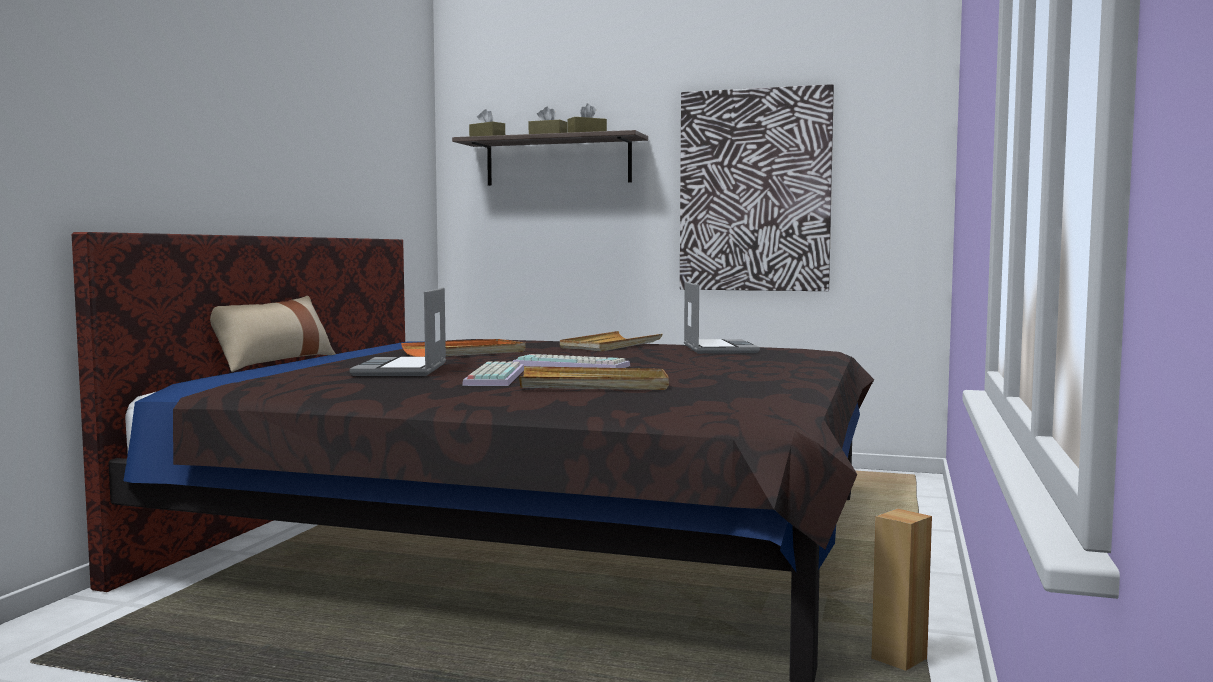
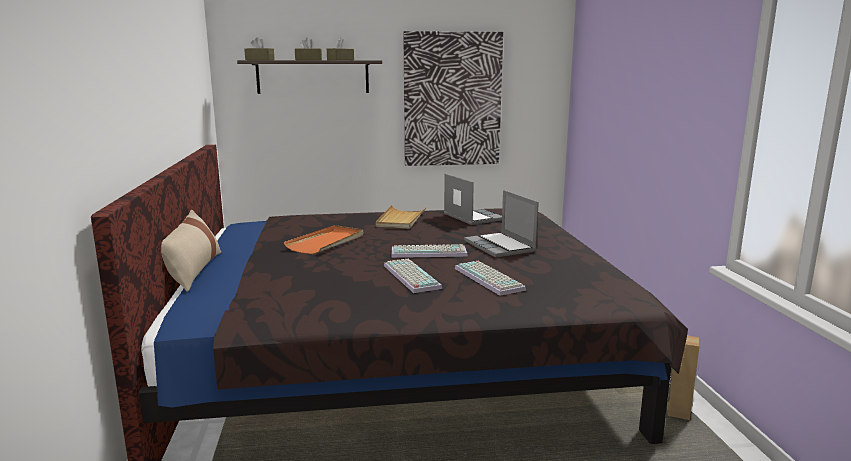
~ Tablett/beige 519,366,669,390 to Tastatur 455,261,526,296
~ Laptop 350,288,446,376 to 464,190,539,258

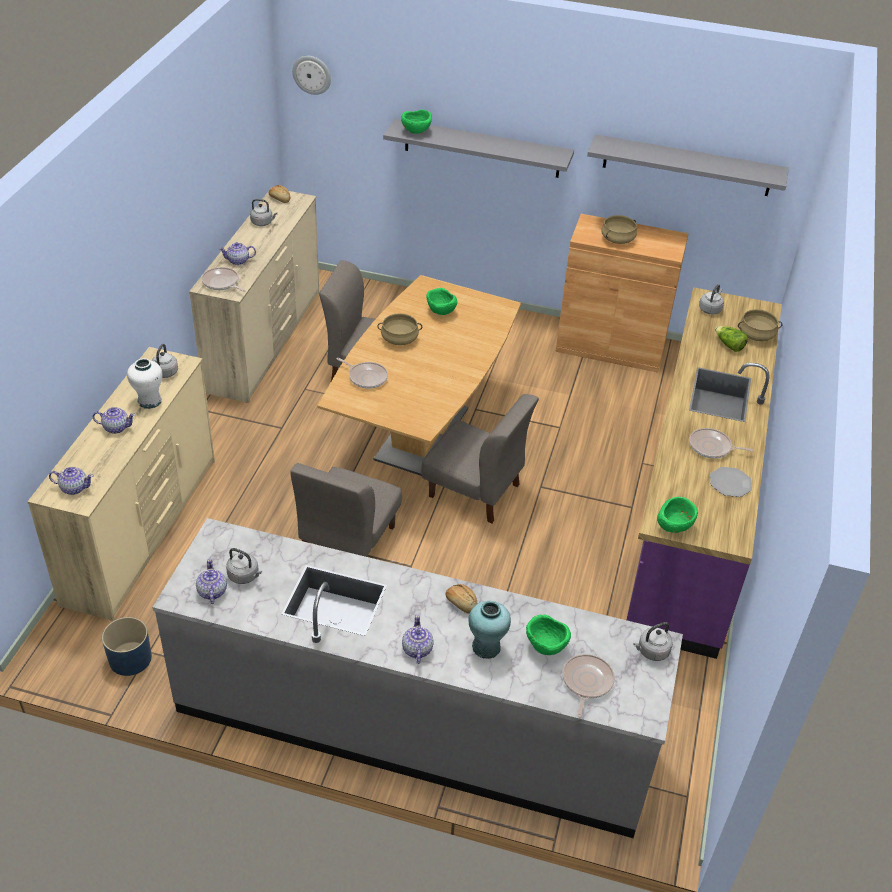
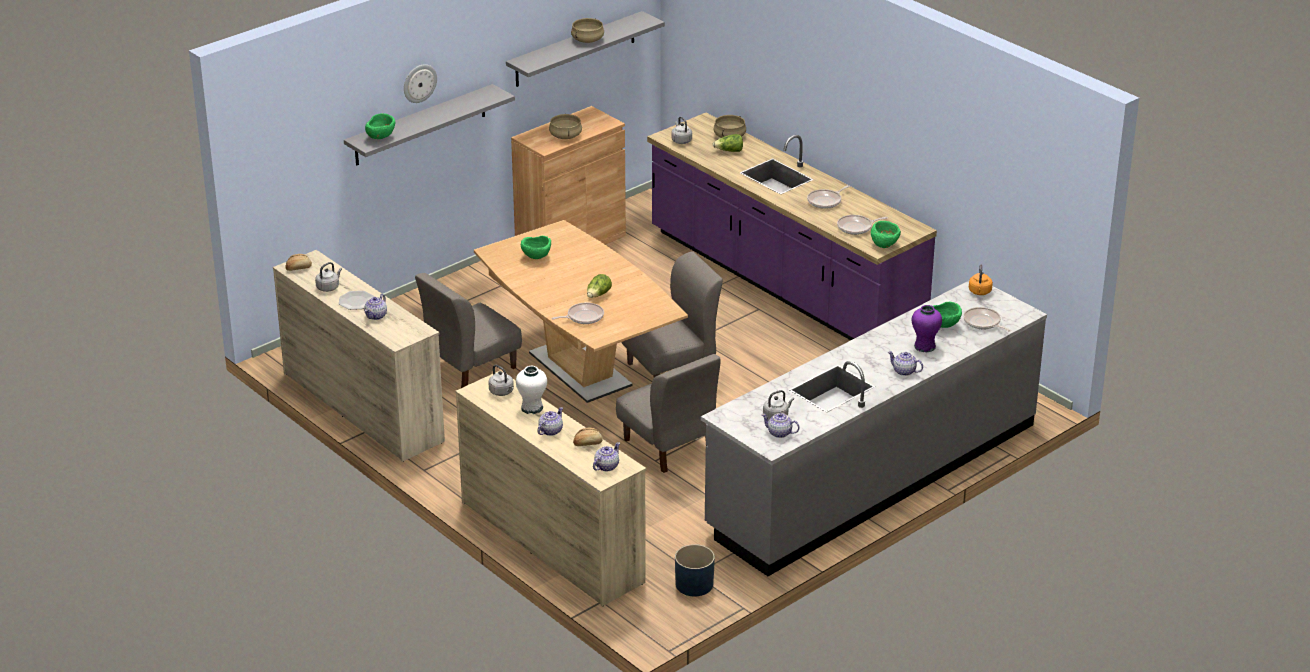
~ Teller 710,467,752,497 to 339,291,374,310
~ Wanduhr 292,56,331,95 to 404,64,437,103
~ Kochtopf/beige 377,313,422,345 to 571,18,604,43
~ Brot 446,584,478,614 to 573,428,603,446
+ Salatkopf 587,274,612,298
~ Pfanne 201,267,246,292 to 837,215,888,235
~ Vase/türkis 468,601,511,659 to Vase/lila 912,305,942,352
~ Wasserkessel/grau 633,622,673,661 to Wasserkessel/orange 969,264,993,295

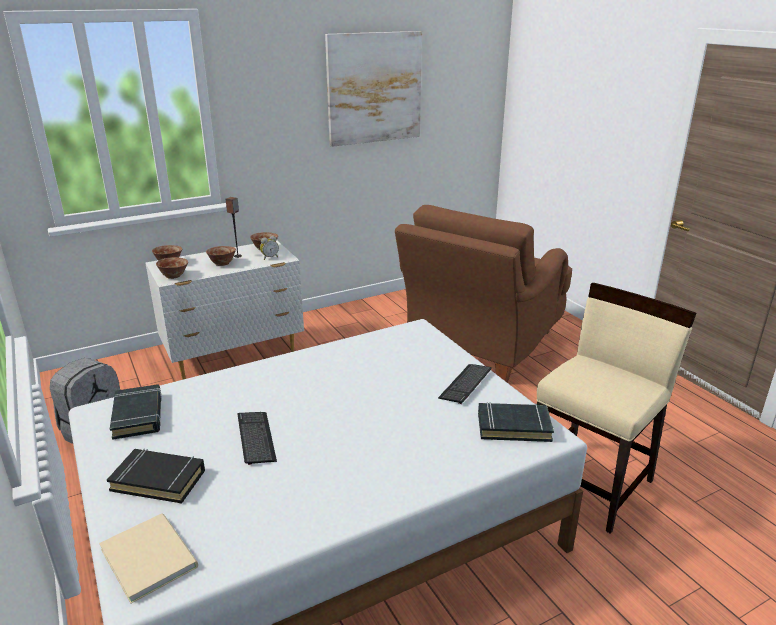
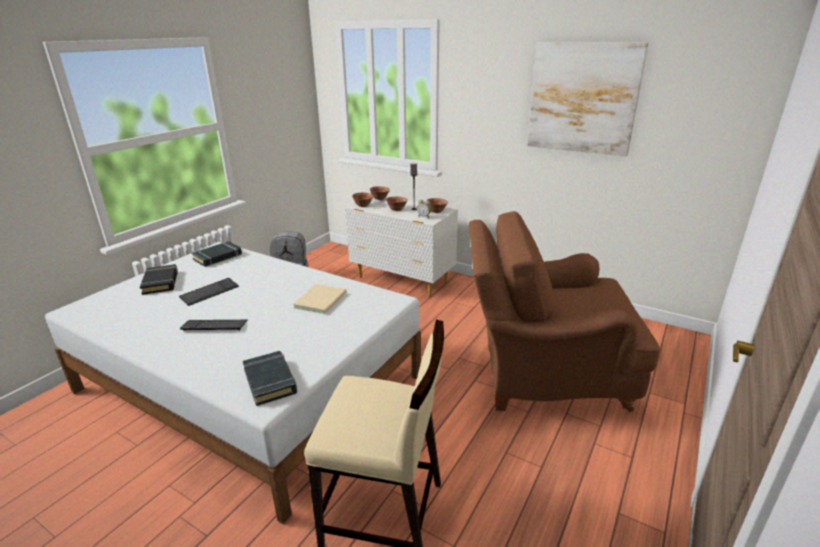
~ Tastatur 438,364,492,404 to 180,320,247,331
~ Buch/beige 99,513,198,603 to 293,284,347,314

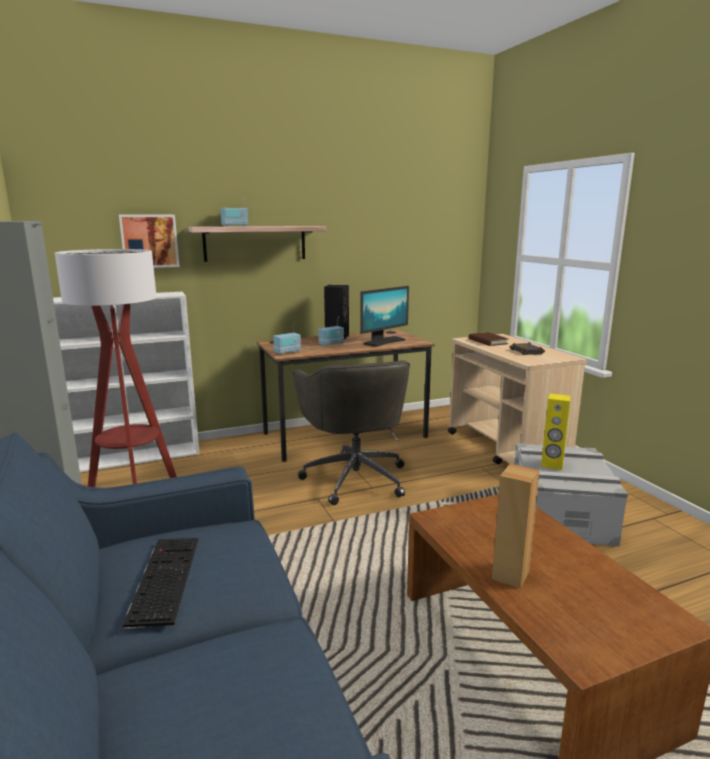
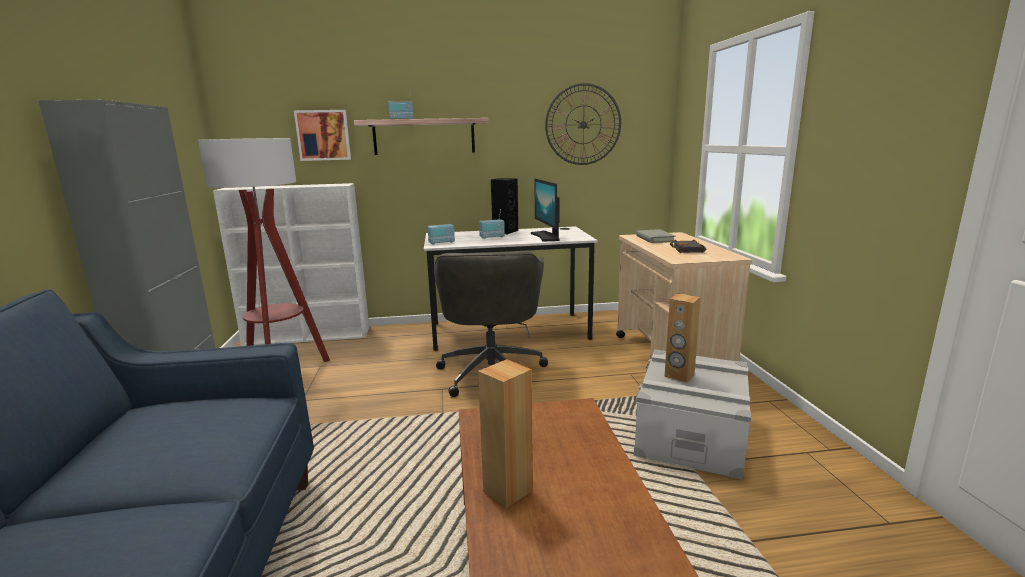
~ Schreibtisch/braun 256,330,435,462 to Schreibtisch/weiß 424,226,598,351
~ Monitor 360,286,409,347 = 531,178,560,242 105 degrees clockwise
+ Wanduhr 545,83,621,165
~ Buch/braun 469,332,508,346 to Buch/grau 636,229,676,243
~ Lautsprecher/gelb 541,393,570,470 to Lautsprecher/braun 664,293,700,383
- Tastatur 123,538,199,629

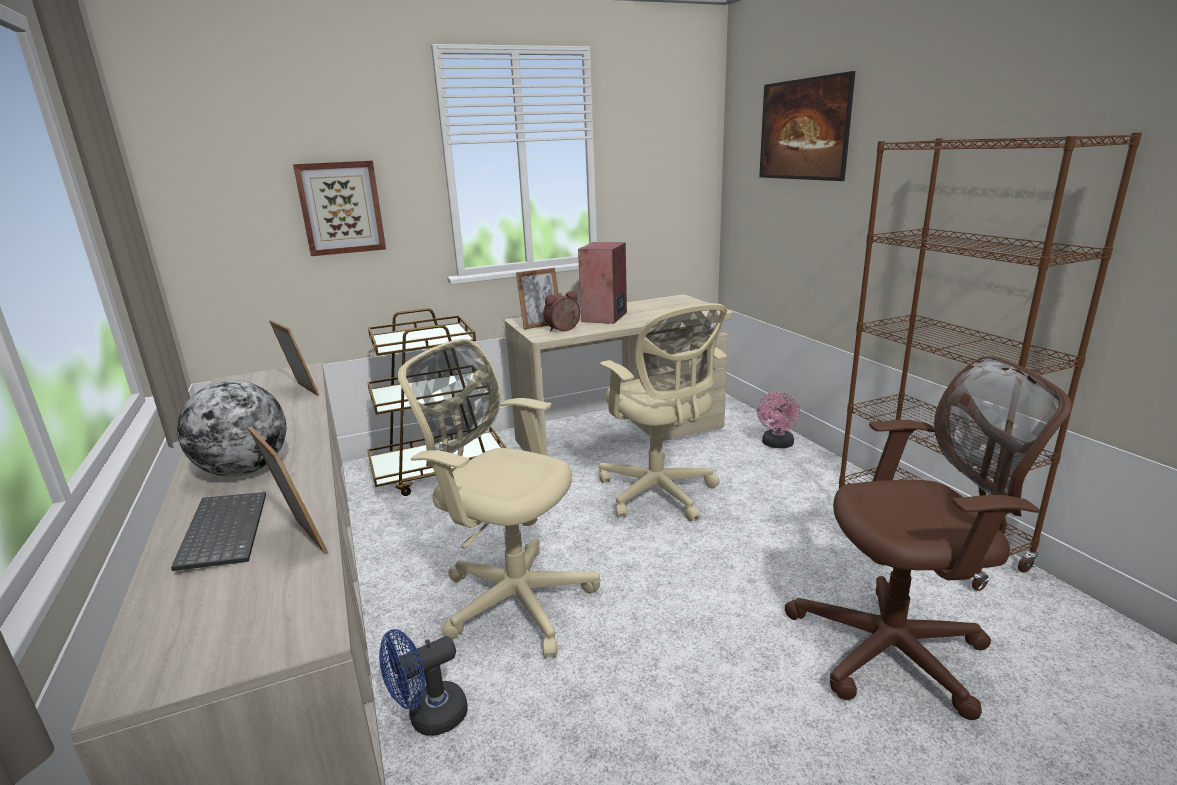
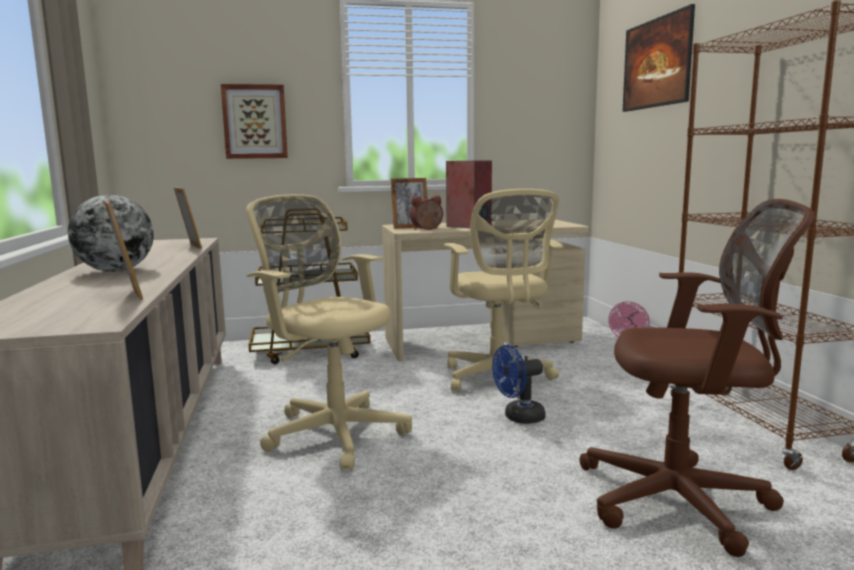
~ Ventilator/blau 379,629,468,736 to 492,345,546,424
- Tastatur 171,492,266,571

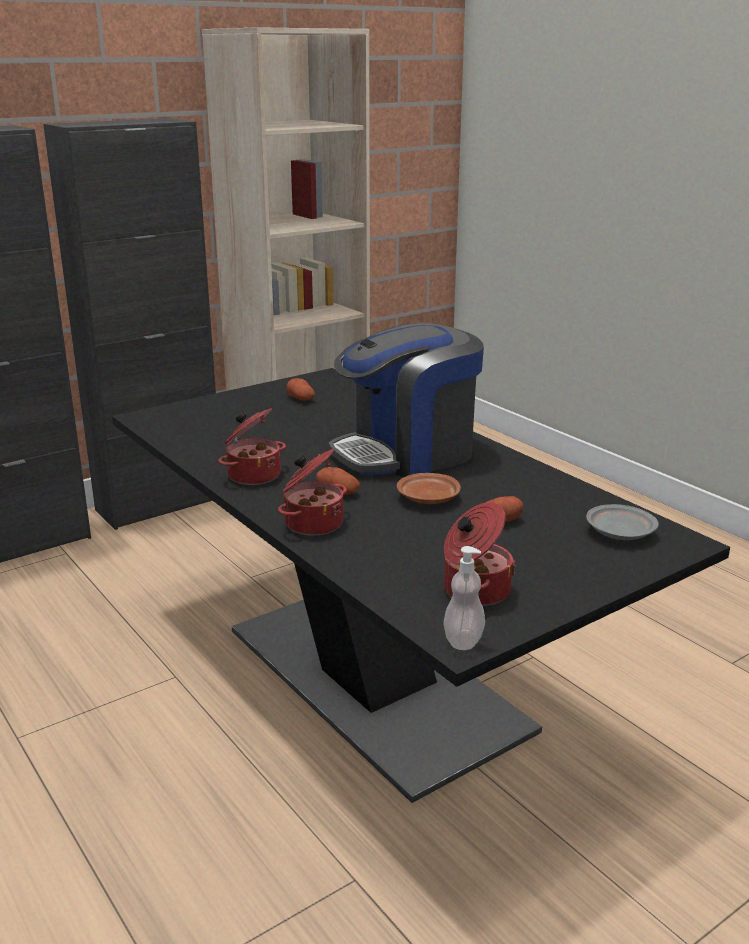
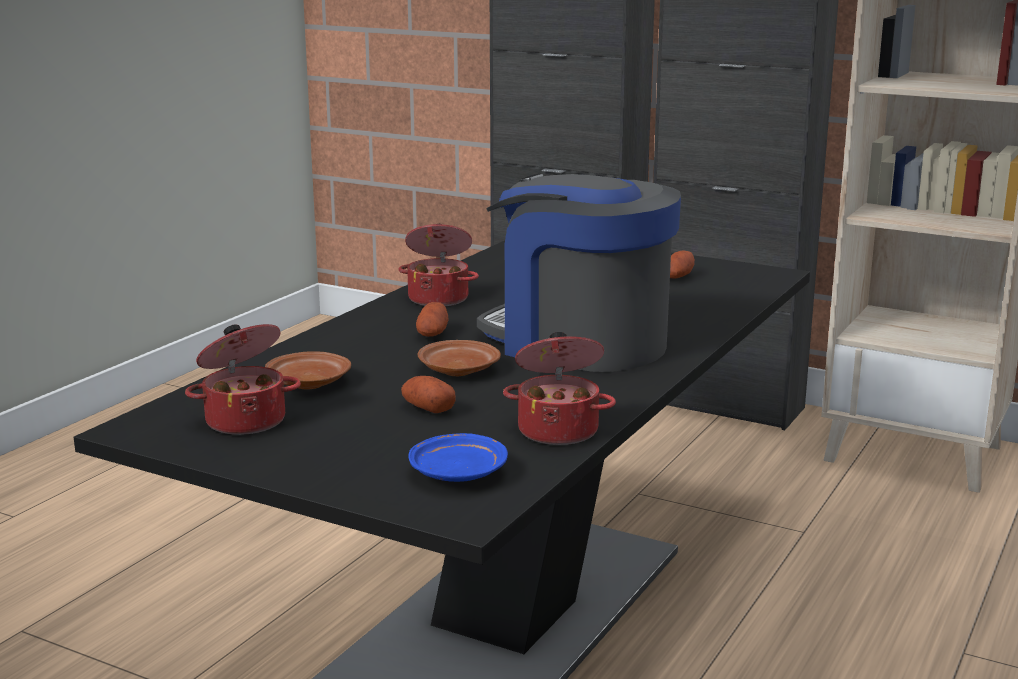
+ Teller/braun 265,352,351,389
~ Teller/grau 586,504,659,540 to Teller/blau 408,433,508,482
~ Kochtopf 278,449,347,536 to 503,332,616,445
- Seifenspender 443,546,485,650

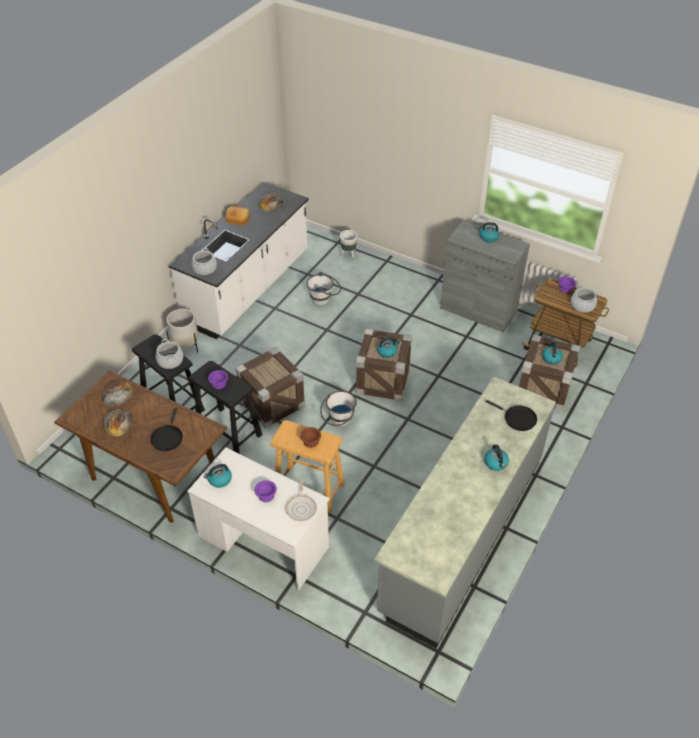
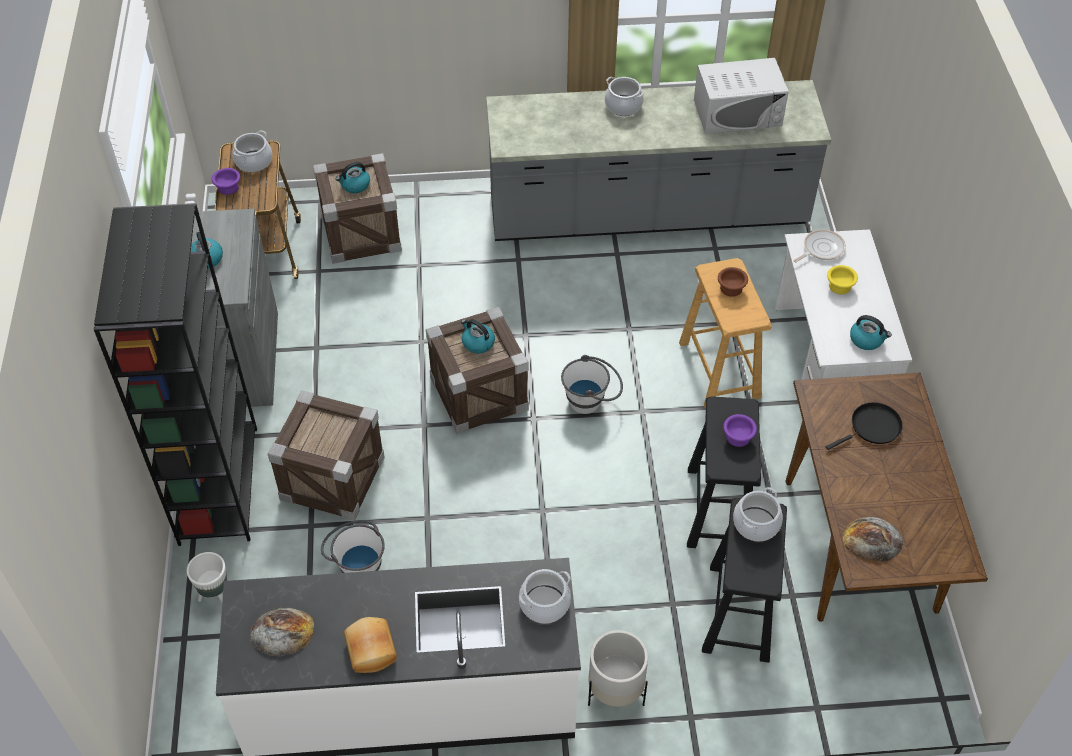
+ Bücherregal/schwarz 94,203,257,546
~ Kiste 235,347,305,429 to 267,391,385,521
~ Wasserkessel 484,444,509,471 to Kochtopf 605,77,644,116
+ Mikrowelle/weiß 694,58,789,134
~ Schüssel/lila 255,480,277,502 to Schüssel/gelb 827,265,858,294
- Brot 103,409,133,436
- Pfanne/schwarz 486,400,537,431

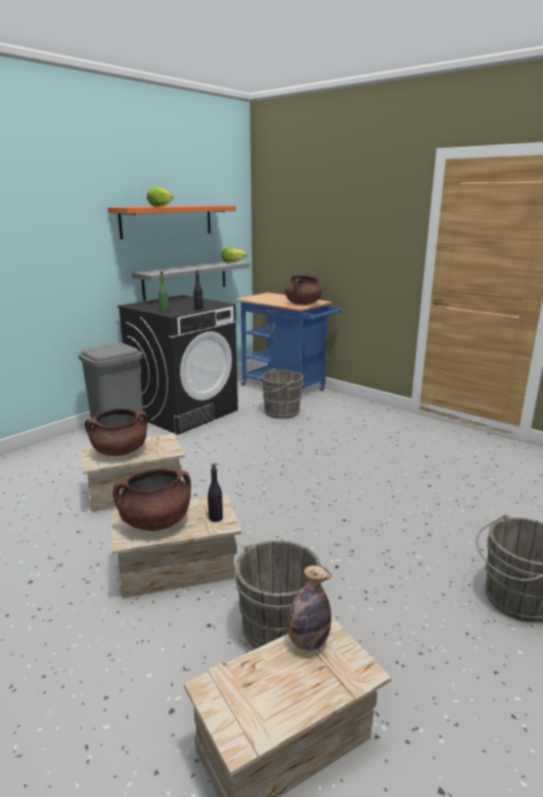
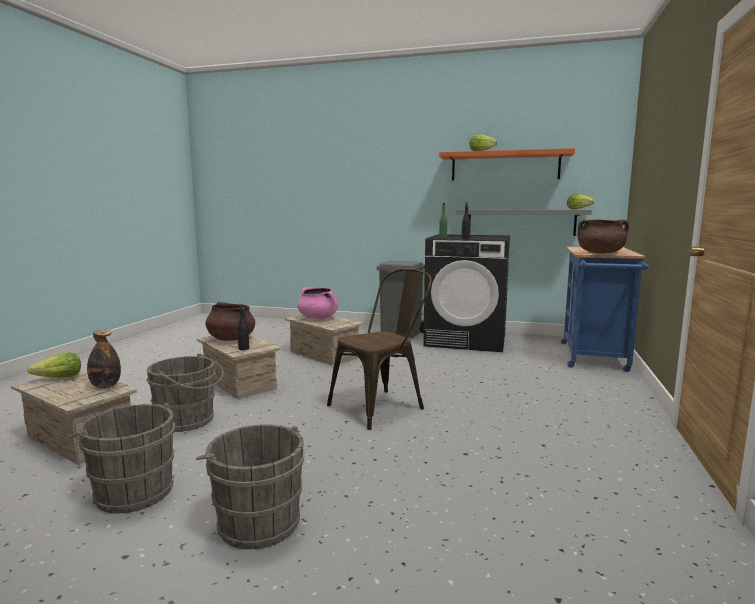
+ Salatkopf 27,352,81,378
~ Eimer/grau 257,368,304,419 to 69,403,175,513
~ Kochtopf/braun 86,408,148,456 to Kochtopf/rosa 297,287,338,319
+ Stuhl/braun 327,268,432,430

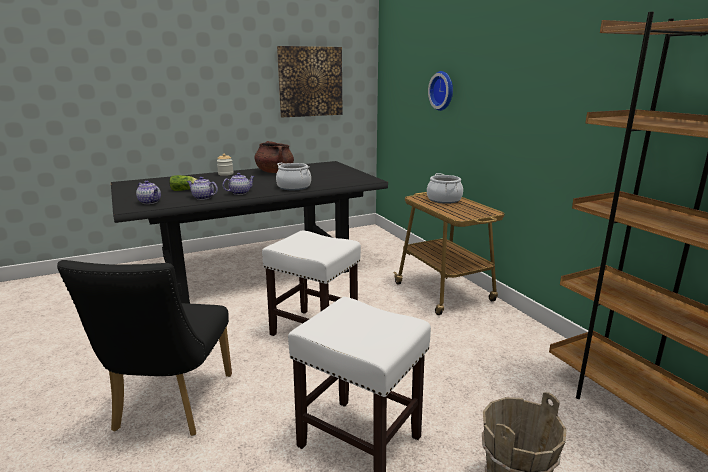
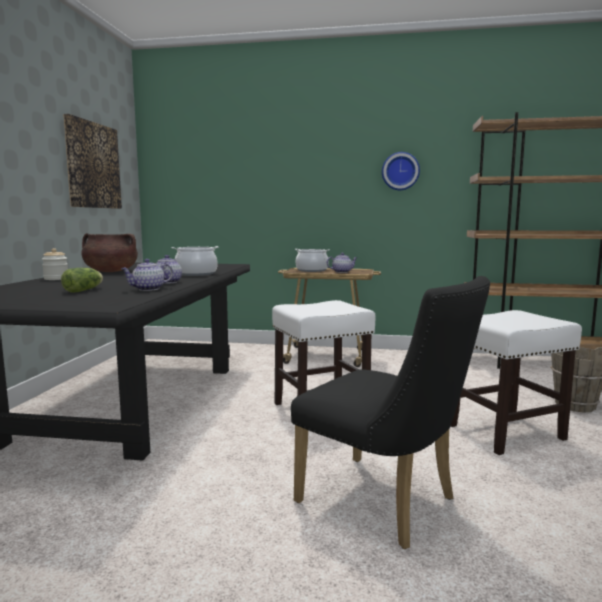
~ Teekanne 136,181,161,204 to 326,253,357,273
~ Wanduhr 428,71,453,111 to 382,152,420,190

